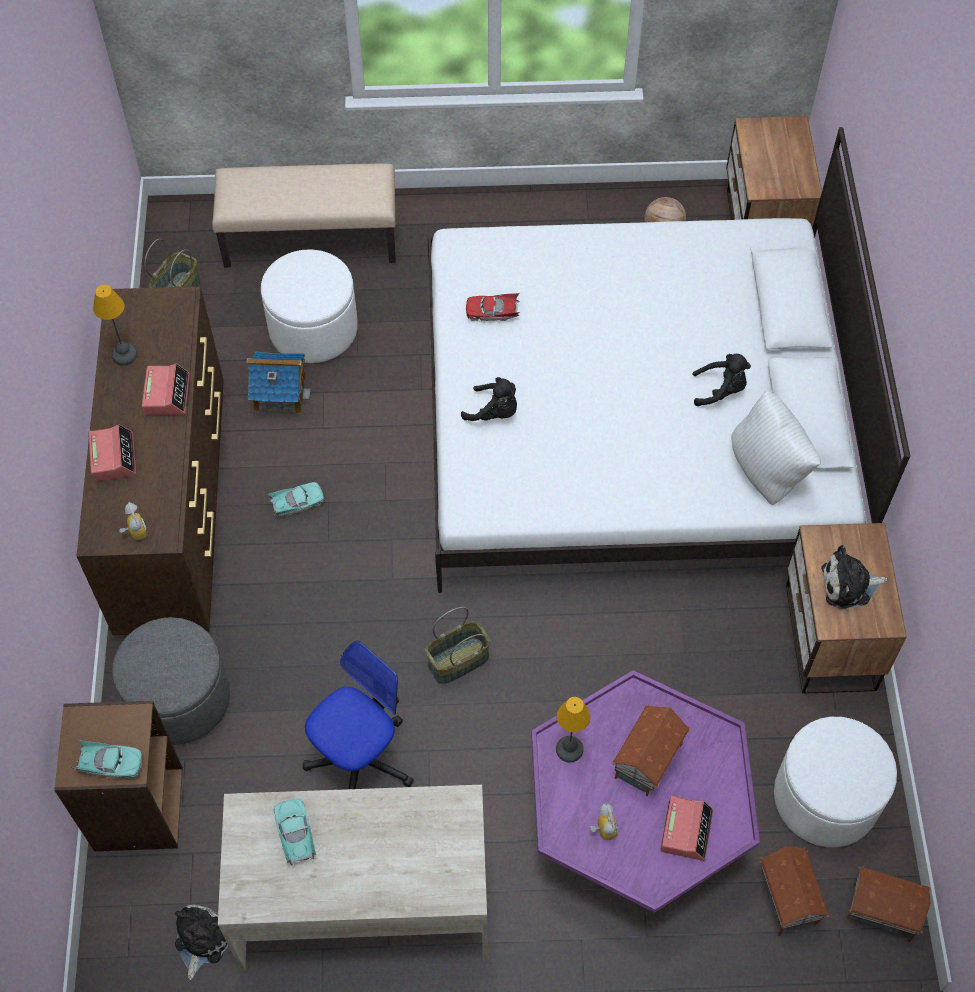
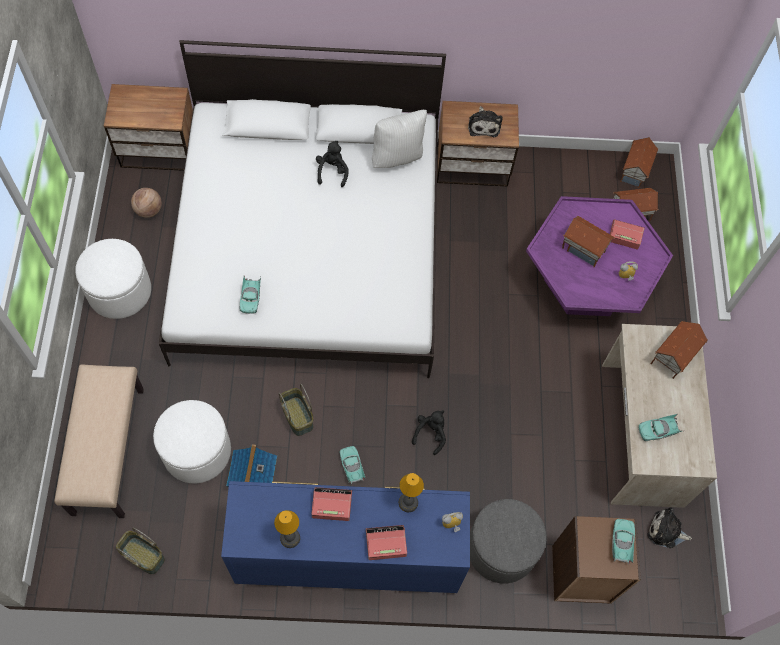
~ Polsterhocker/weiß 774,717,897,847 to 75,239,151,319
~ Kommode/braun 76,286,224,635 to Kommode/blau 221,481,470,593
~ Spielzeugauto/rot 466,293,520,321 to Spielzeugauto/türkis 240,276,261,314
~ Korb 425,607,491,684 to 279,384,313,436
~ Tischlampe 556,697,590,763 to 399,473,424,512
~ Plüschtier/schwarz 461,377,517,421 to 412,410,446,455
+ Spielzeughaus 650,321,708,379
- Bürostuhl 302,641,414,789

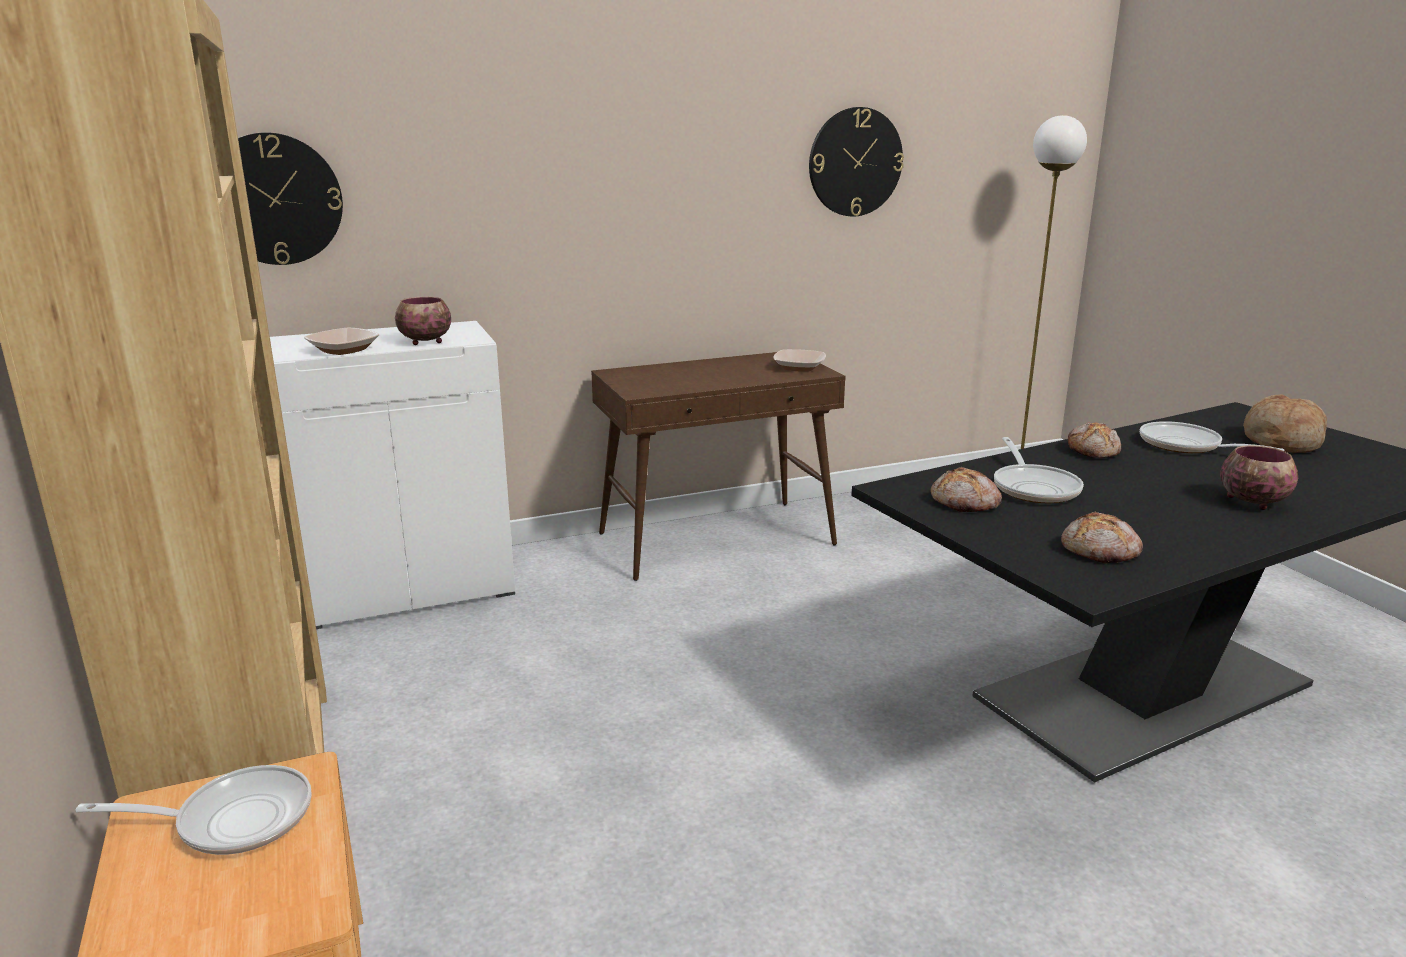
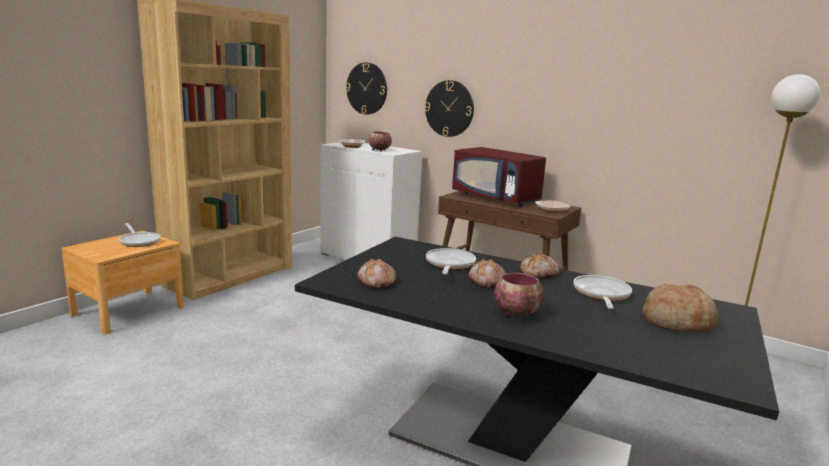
~ Wanduhr 809,107,904,216 to 425,80,474,137
~ Pfanne 994,437,1084,503 = 426,248,476,274 135 degrees clockwise
+ Mikrowelle/rot 452,147,546,207
~ Brot 931,467,1002,512 to 469,258,506,288

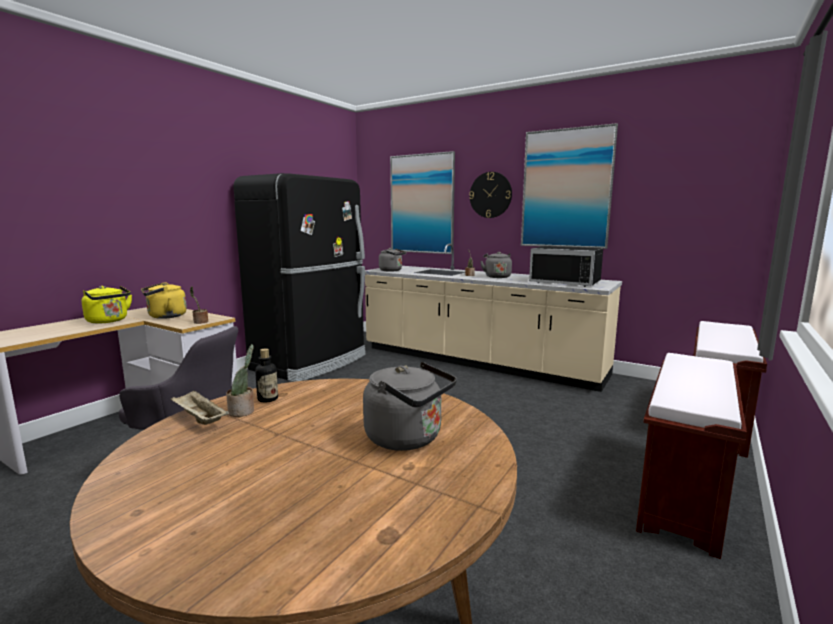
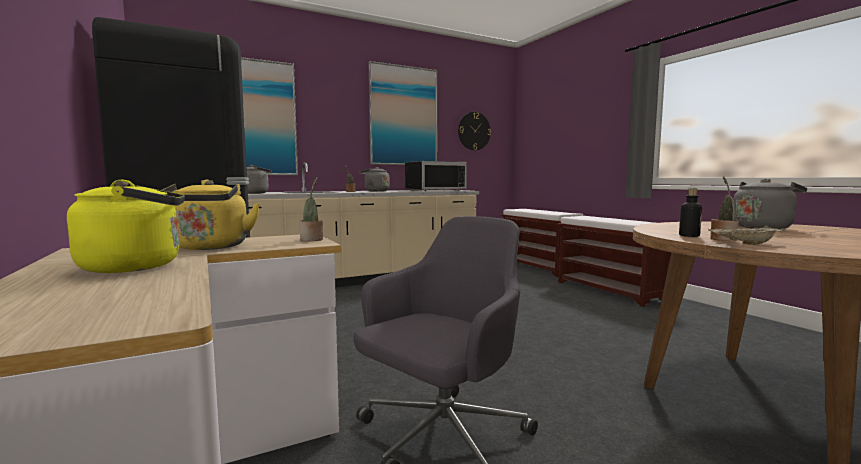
~ Wanduhr 469,172,512,218 to 458,112,491,150

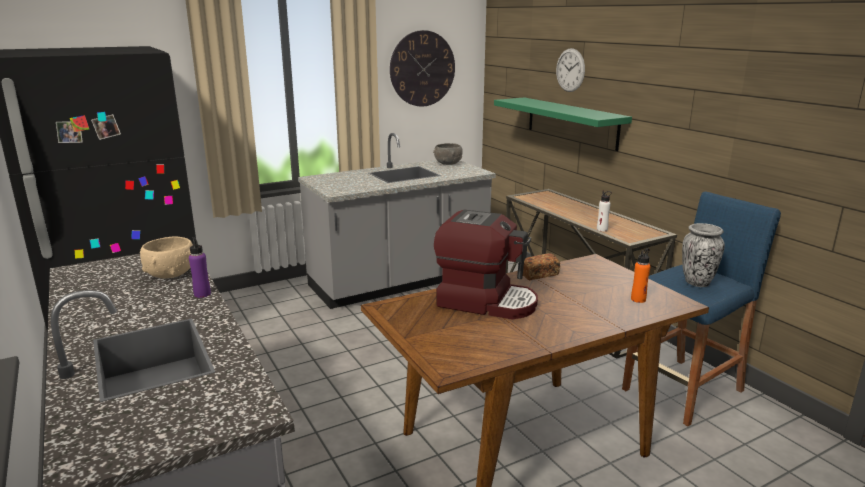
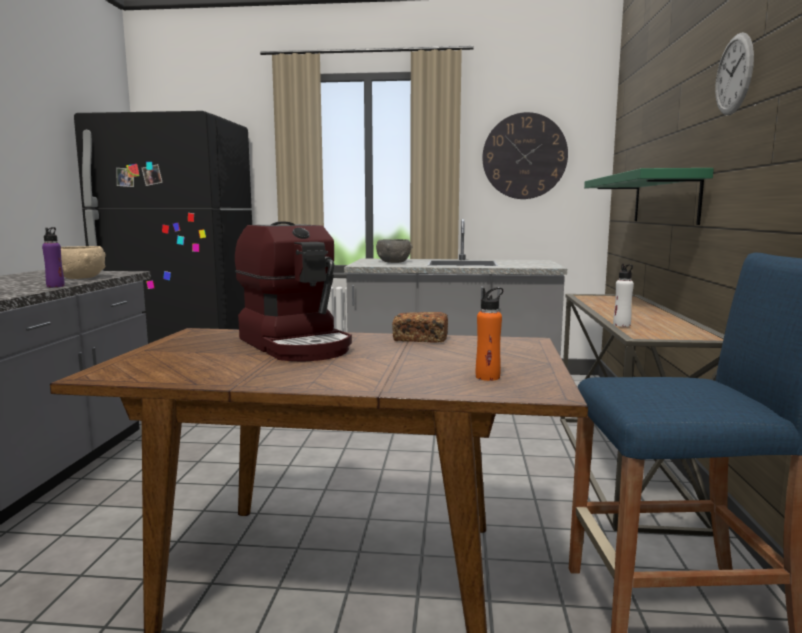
~ Schüssel/grau 433,143,463,165 to 376,239,412,263
~ Wanduhr 556,48,585,92 to 715,32,754,115
- Vase 682,223,725,287

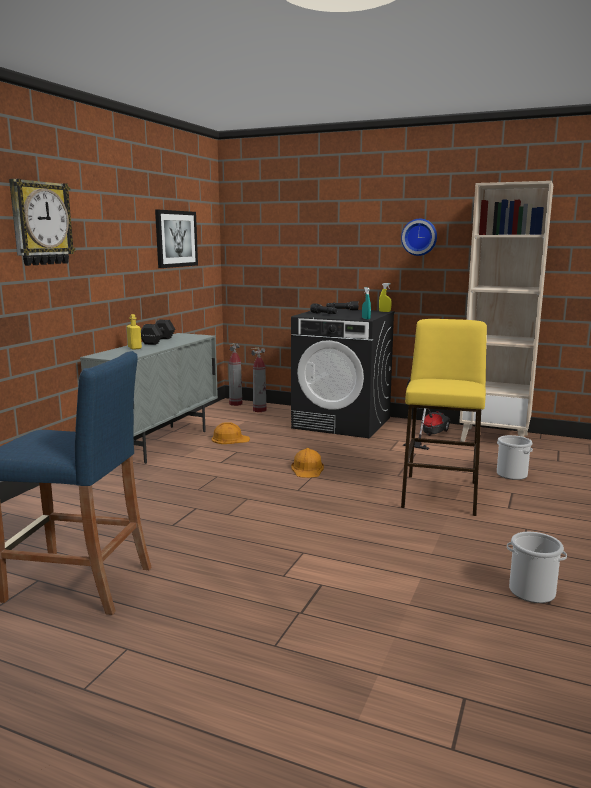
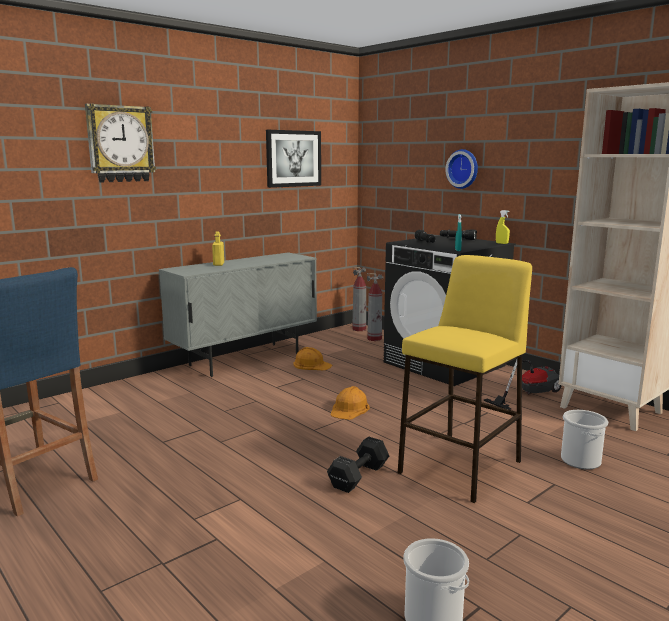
~ Hantel/schwarz 141,320,175,345 to 327,437,389,493
~ Wanduhr 401,219,437,256 to 445,149,478,189

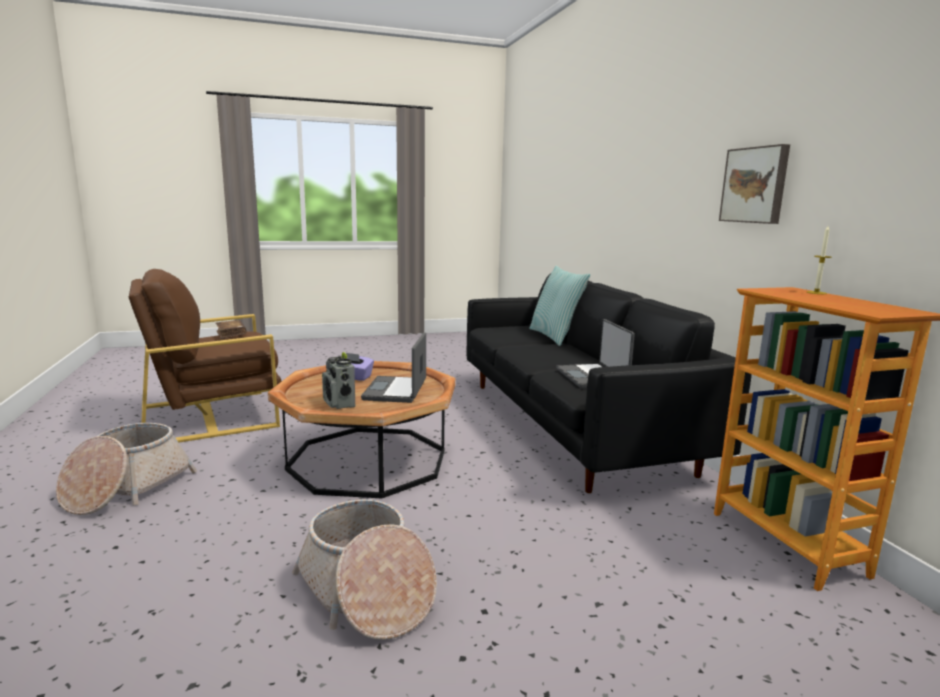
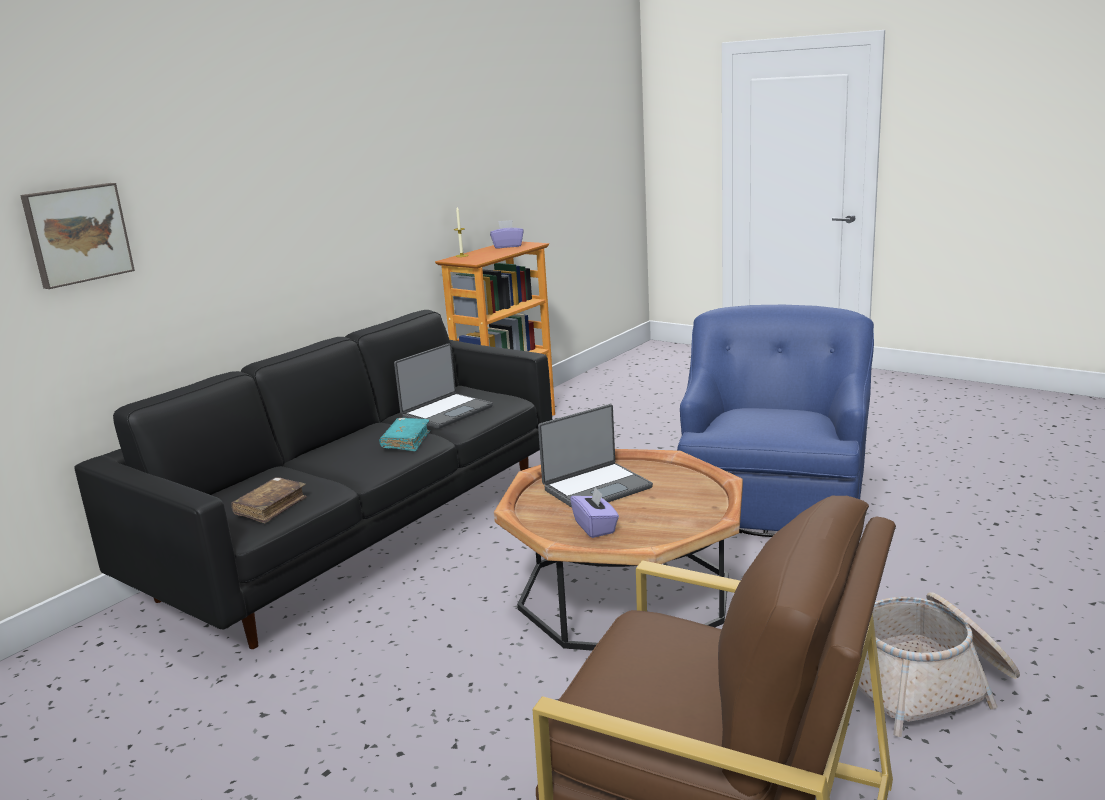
~ Bild 719,144,790,224 to 20,183,135,289
~ Buch/braun 215,320,247,339 to 231,477,307,523
+ Buch/türkis 379,418,430,451
+ Taschentuchbox/lila 490,220,524,248
~ Korb 292,499,437,640 to Sessel/blau 677,305,874,537
- Radio 322,352,355,409
- Kissen 529,266,590,346

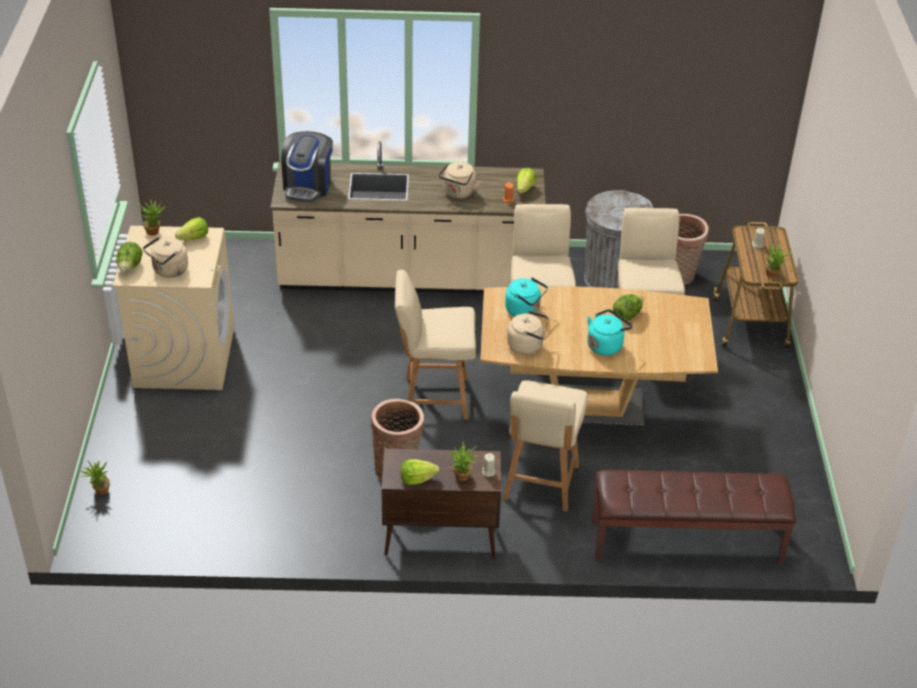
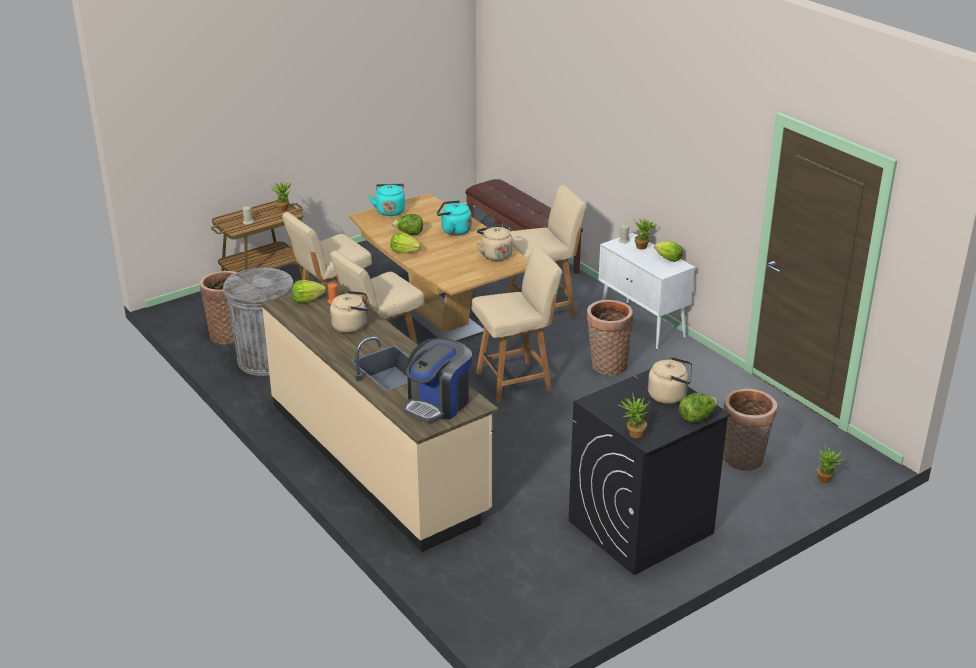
~ Wasserkessel/türkis 505,277,548,317 to 369,184,405,216
~ Salatkopf 175,217,208,241 to 391,232,421,253
~ Kaffeemaschine 281,131,333,202 = 403,338,472,423 150 degrees clockwise
~ Stuhl/beige 395,270,476,419 = 471,246,562,403 75 degrees counterclockwise
~ Waschmaschine/beige 113,226,234,390 to Waschmaschine/schwarz 569,369,731,575
~ Schrank/braun 382,449,501,558 to Schrank/weiß 598,233,695,349
+ Korb 723,388,777,471

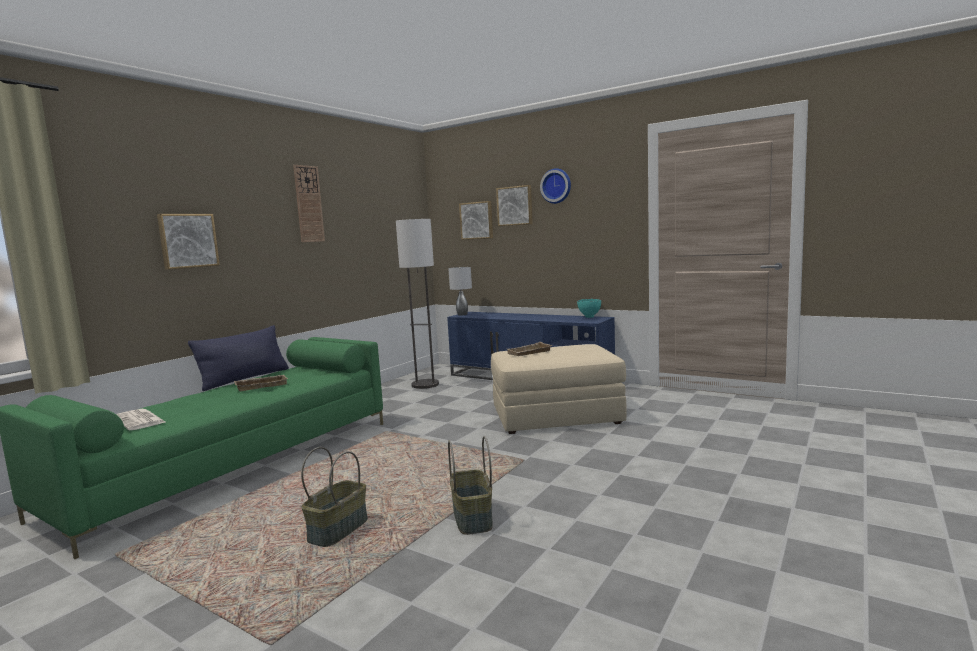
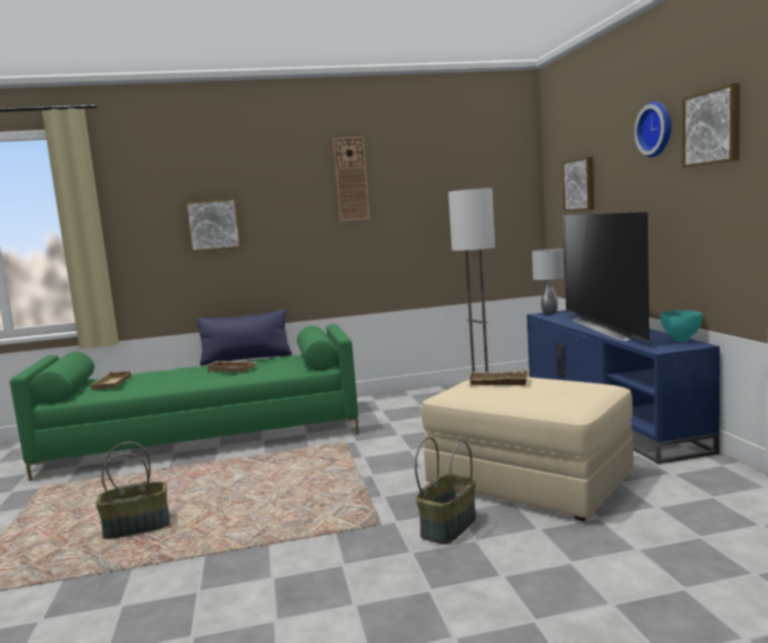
~ Zeitung 116,409,165,430 to Tablett/beige 89,370,133,390
~ Korb 448,436,493,535 to 415,437,476,544
+ Fernseher 563,212,649,342
~ Bild 496,185,533,226 to 682,83,740,168

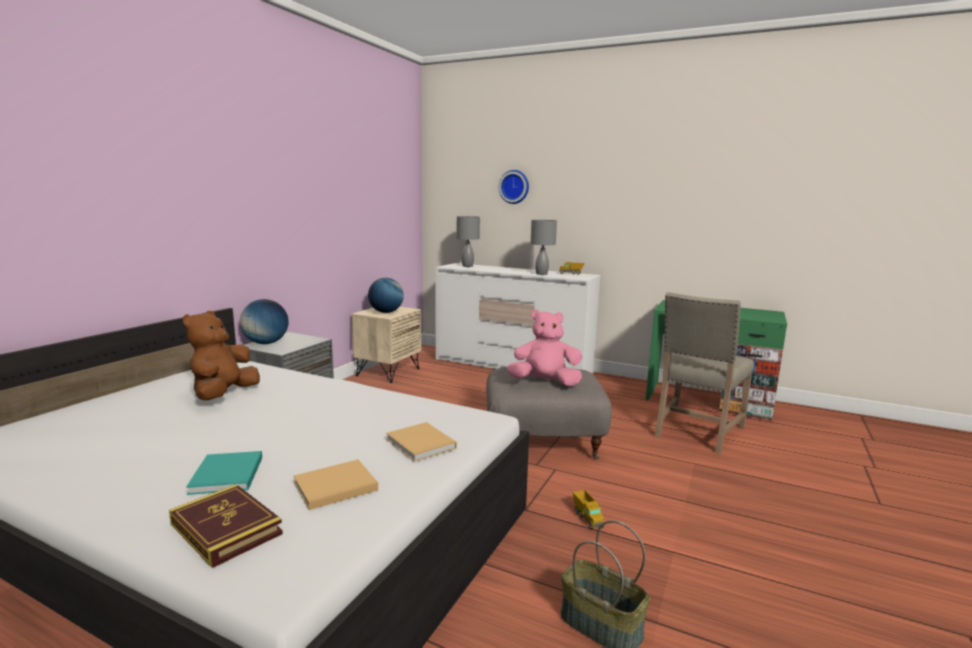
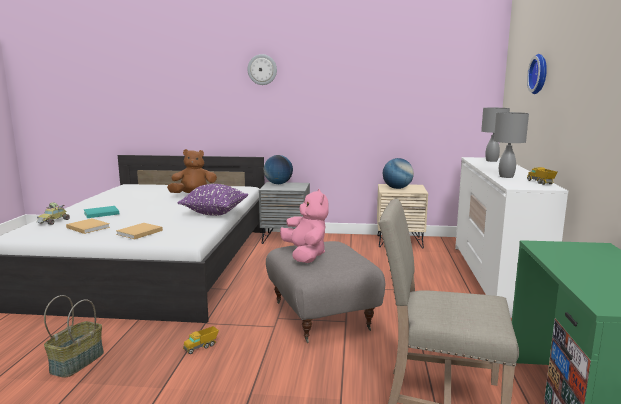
~ Buch 169,484,283,568 to Spielzeugauto 36,202,70,225
+ Kissen/lila 178,184,248,216
+ Wanduhr 248,54,277,85

